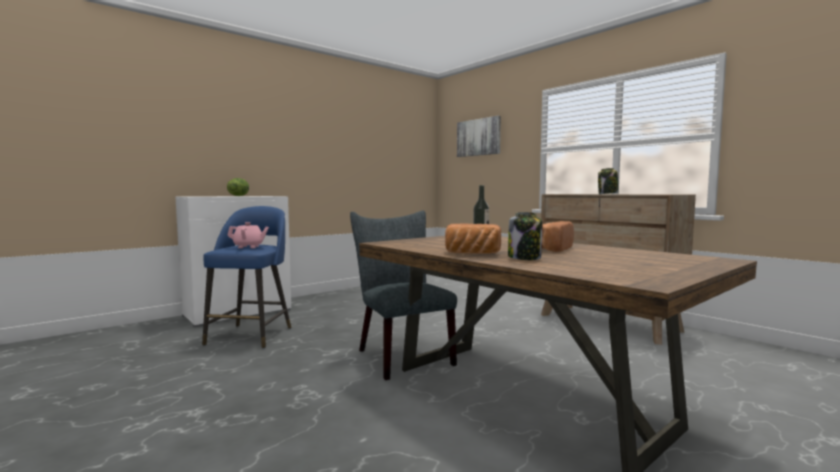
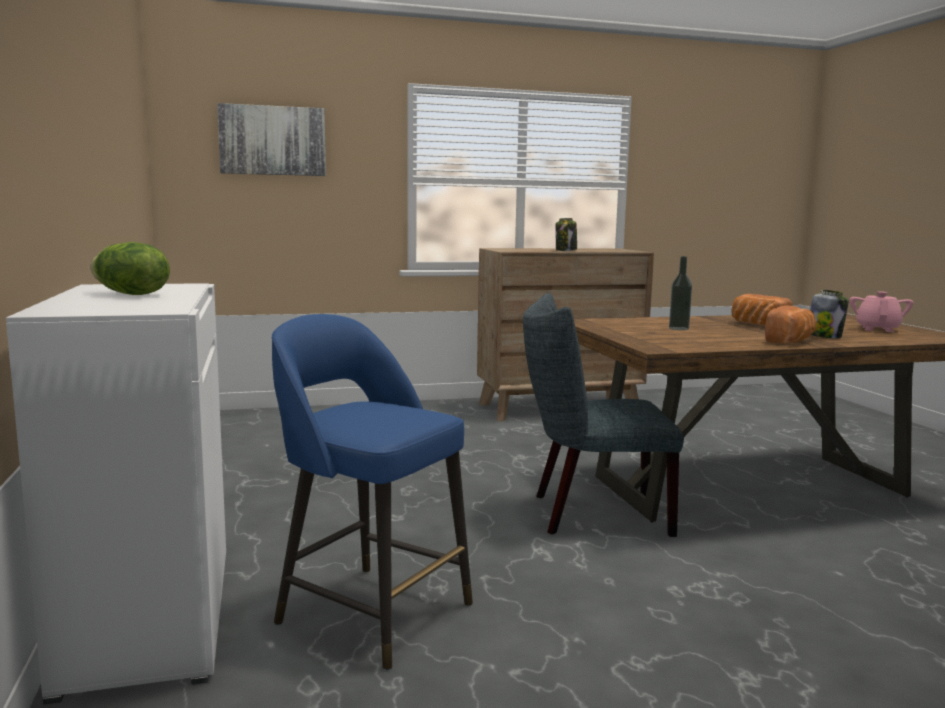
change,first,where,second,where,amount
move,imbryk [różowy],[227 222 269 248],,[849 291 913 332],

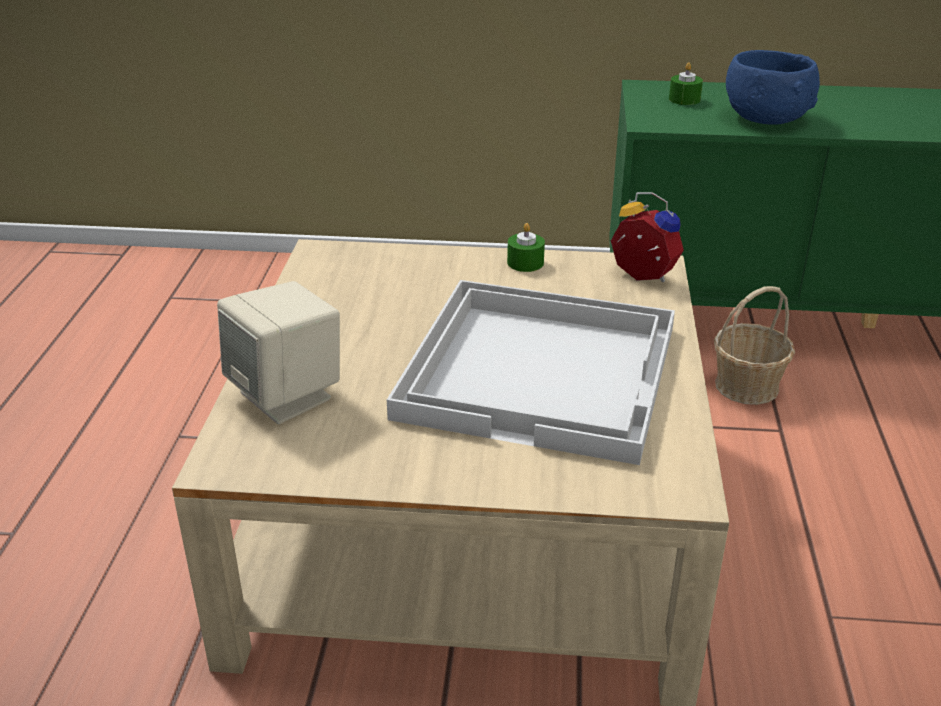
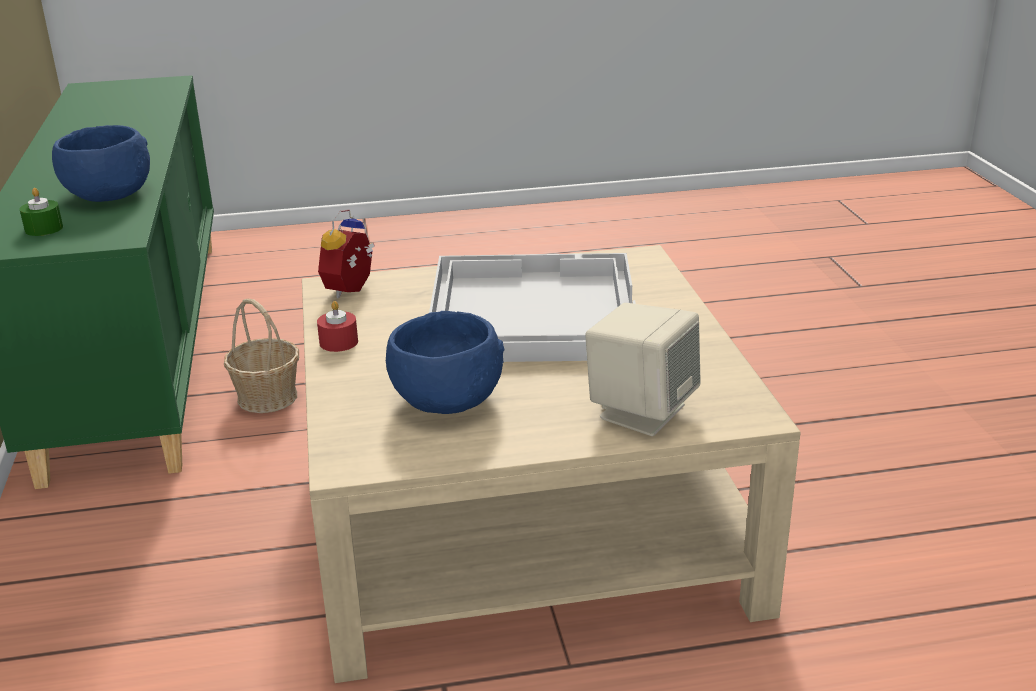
change,first,where,second,where,amount
recolor,świeca [zielony],[507 223 545 272],świeca [czerwony],[317 301 358 352],
insert,,,miska [niebieski],[386 311 505 414],

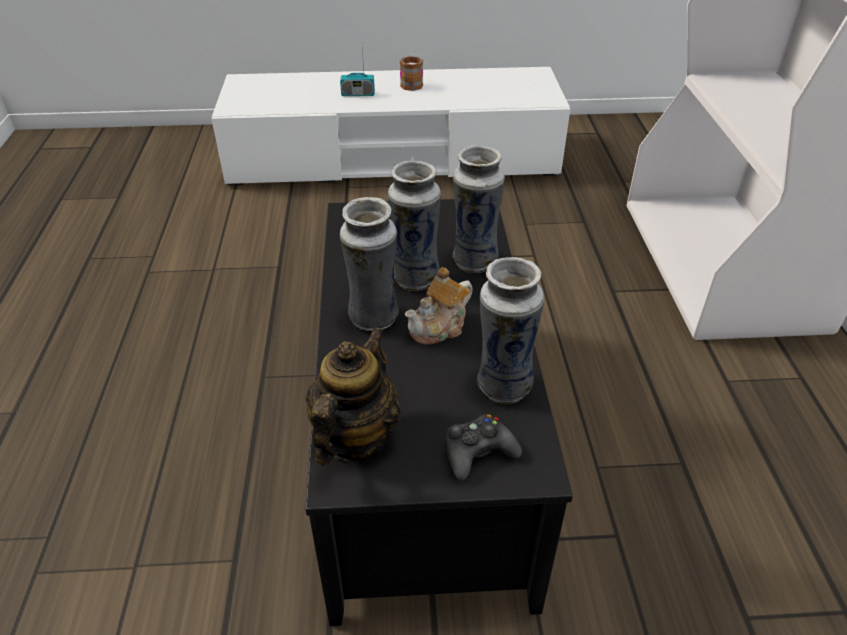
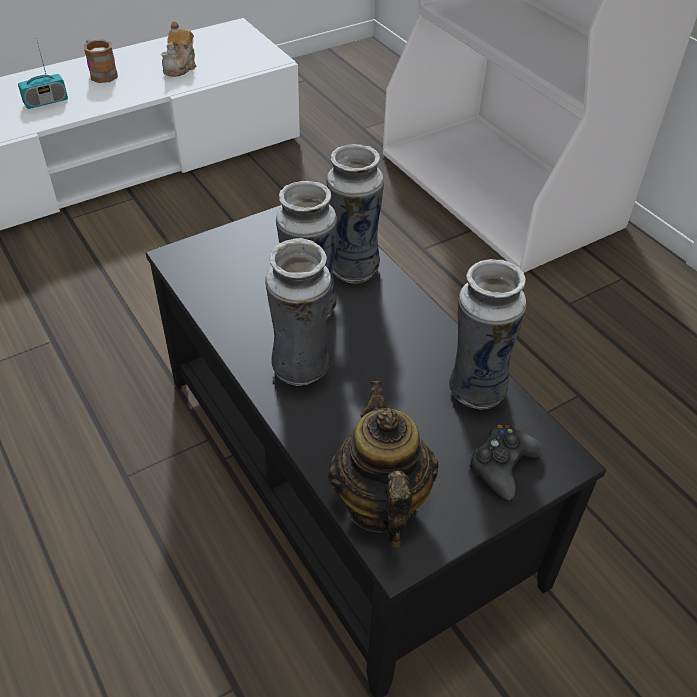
change,first,where,second,where,amount
move,imbryk,[405 267 473 345],,[161 21 197 77],

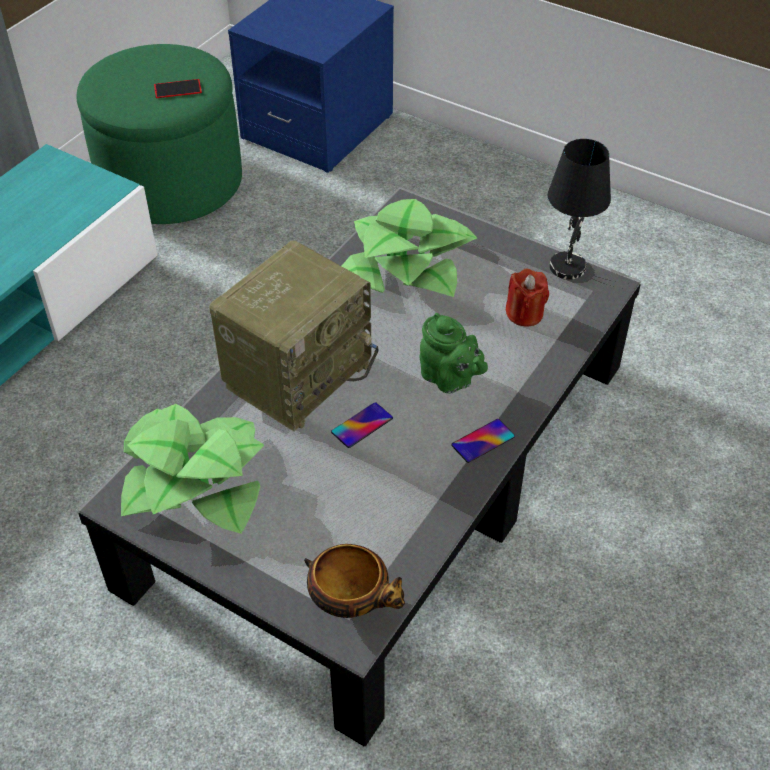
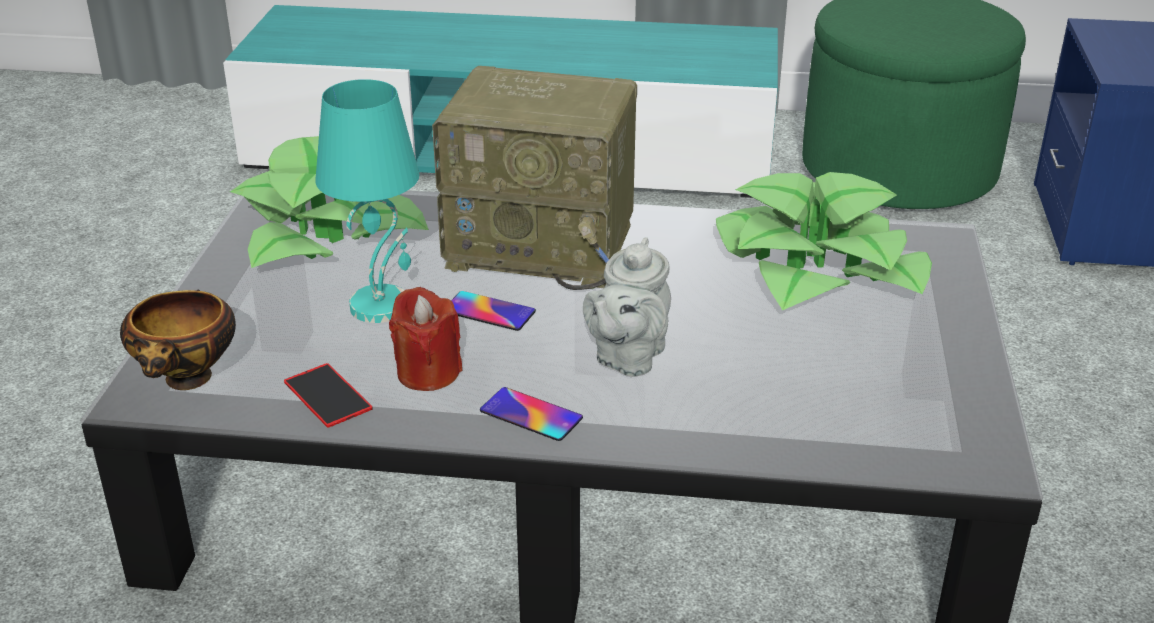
change,first,where,second,where,amount
move,telefon,[154 79 202 98],,[284 363 372 428],
insert,,,lampa stołowa [turkusowy],[315 79 420 323],
move,świeca [czerwony],[506 268 549 326],,[389 287 462 391],
recolor,imbryk [zielony],[419 313 488 394],imbryk [szary],[583 237 671 377],
delete,lampa stołowa [czarny],[548 139 611 279],,,

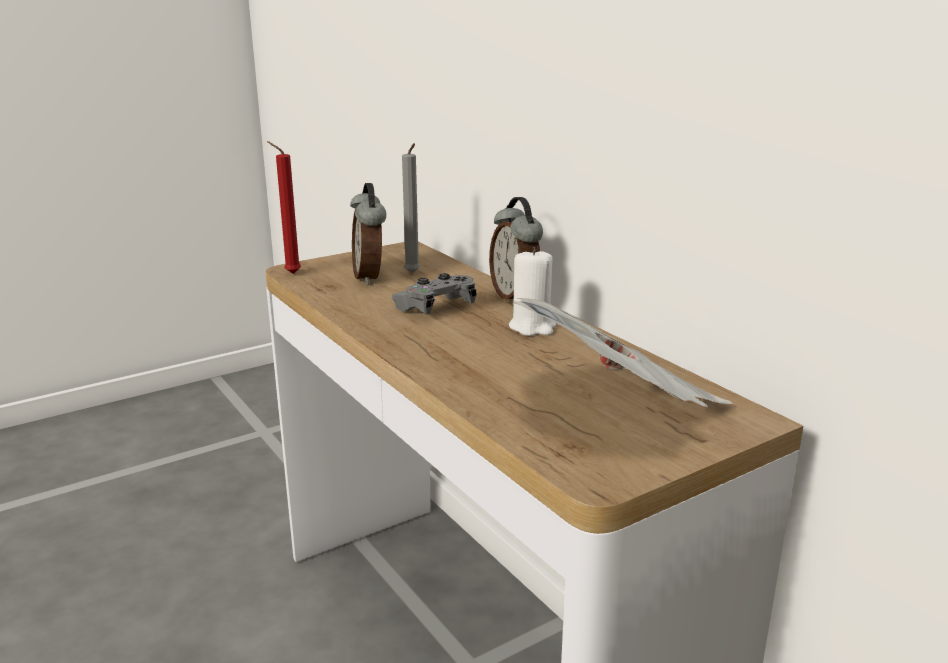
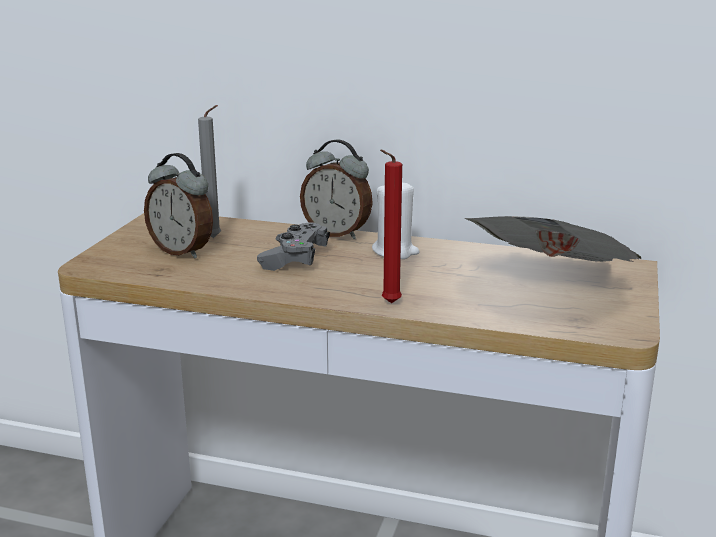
change,first,where,second,where,amount
move,świeca [czerwony],[267 141 301 274],,[380 150 402 303],

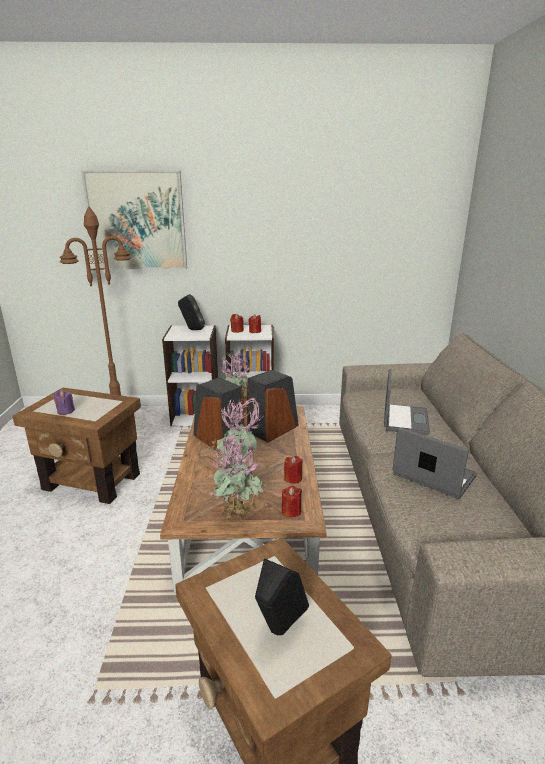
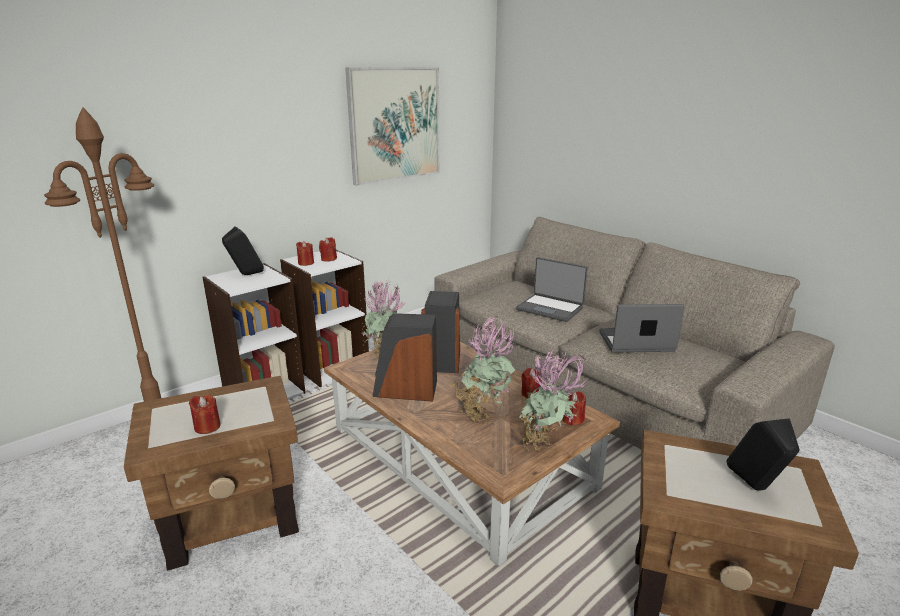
change,first,where,second,where,amount
recolor,świeca [fioletowy],[54 390 75 415],świeca [czerwony],[189 395 221 434],
move,obraz,[81 170 187 269],,[345 67 440 186],
rotate,laptop,[384 369 430 435],,[516 257 588 322],150 degrees clockwise

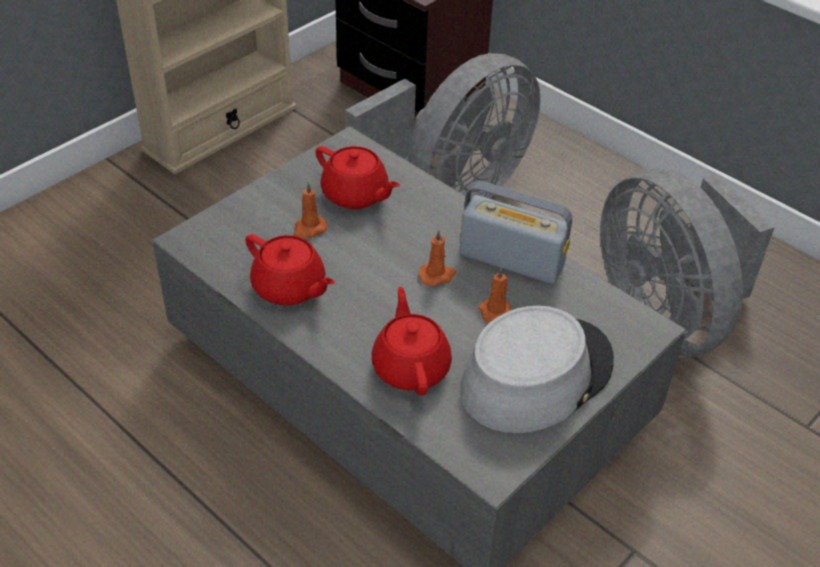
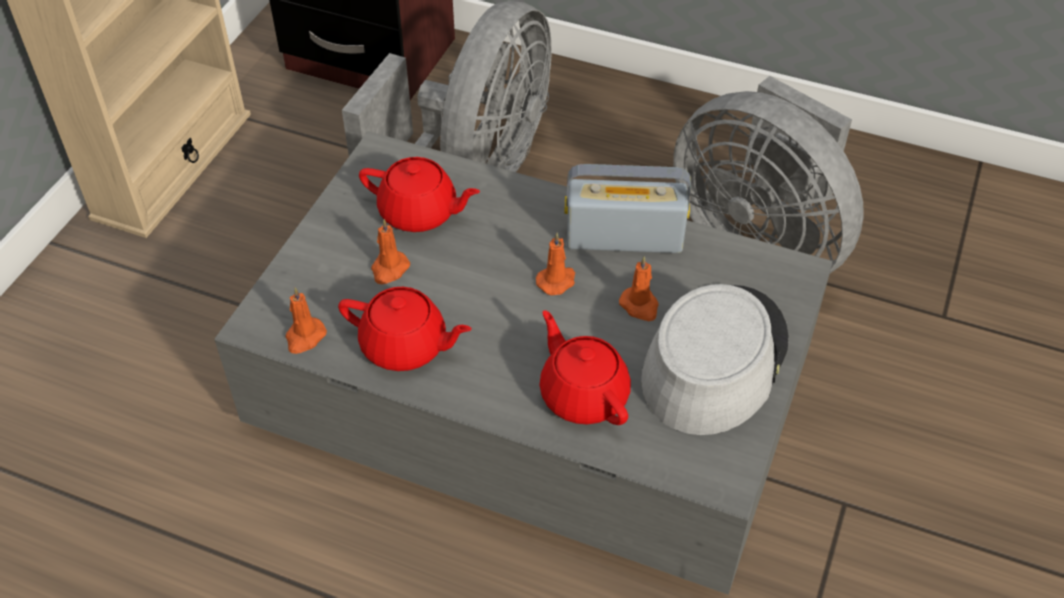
change,first,where,second,where,amount
insert,,,świeca [pomarańczowy],[285 287 327 354],

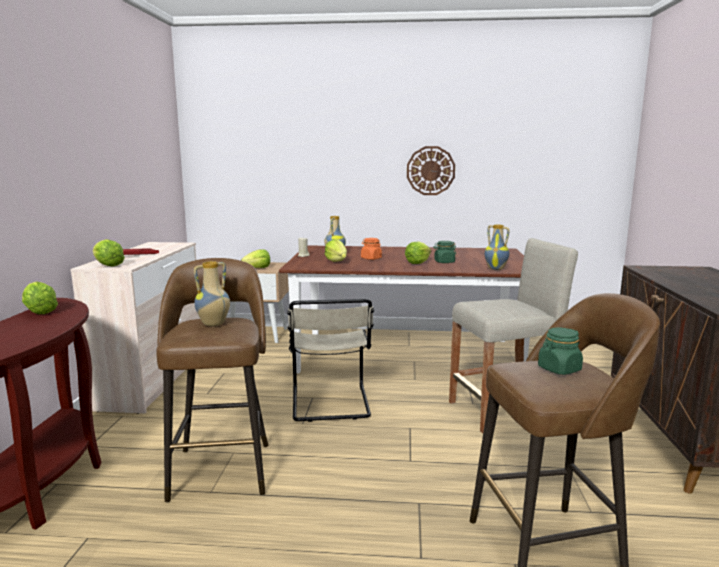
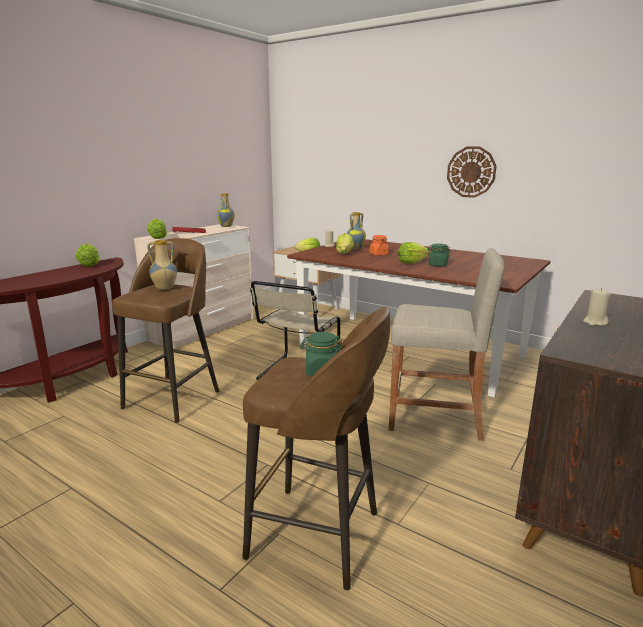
change,first,where,second,where,amount
move,wazon,[485 225 510 270],,[217 193 235 227],
insert,,,świeca [beżowy],[583 288 611 326],

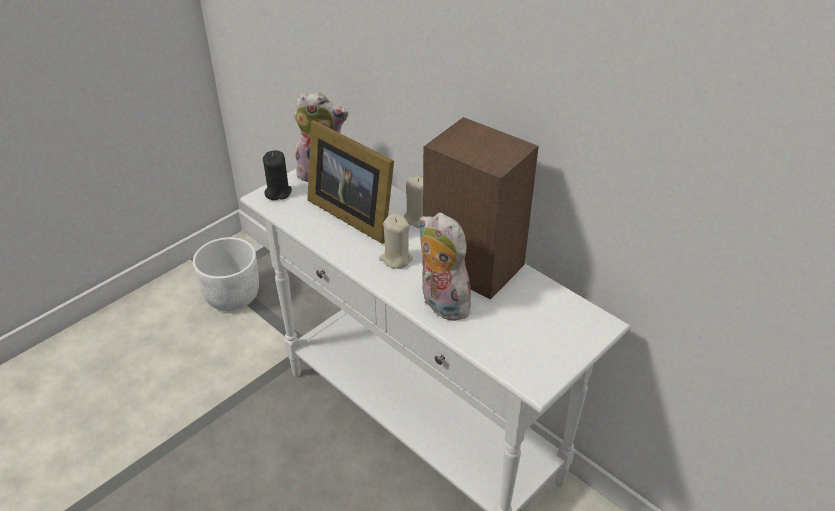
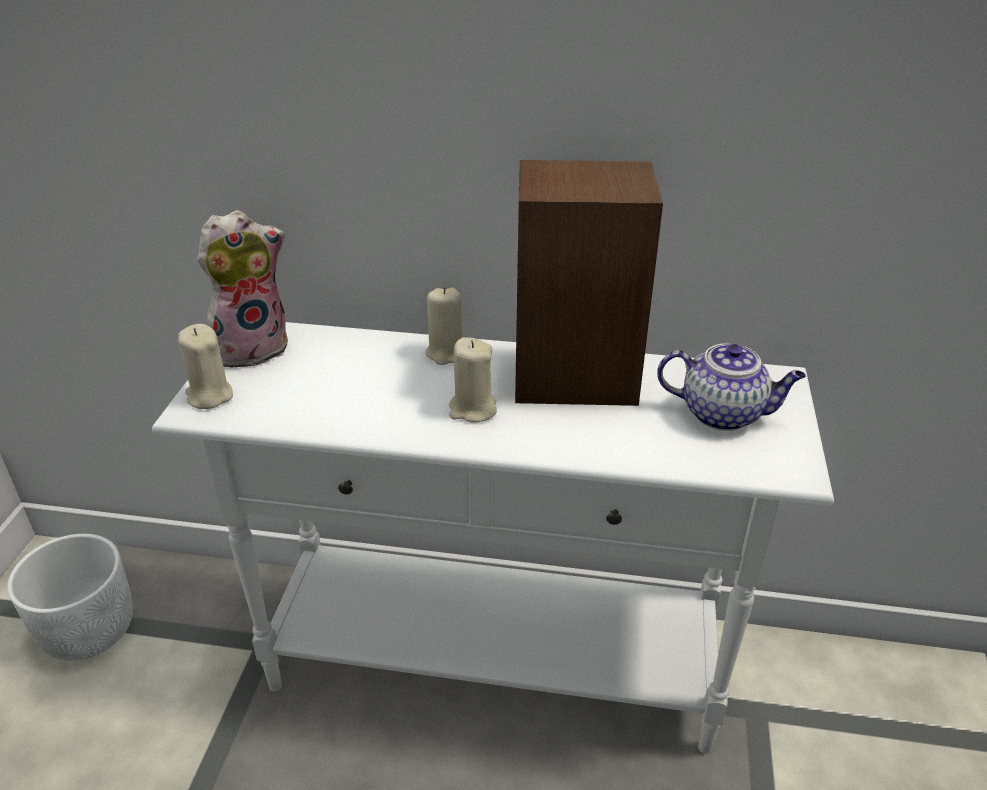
change,first,where,second,where,amount
recolor,świeca [czarny],[263 150 292 200],świeca [beżowy],[178 324 233 409],
insert,,,imbryk,[657 343 806 431],
delete,ramka na zdjęcie,[308 120 394 244],,,
delete,pluszak,[419 213 474 321],,,

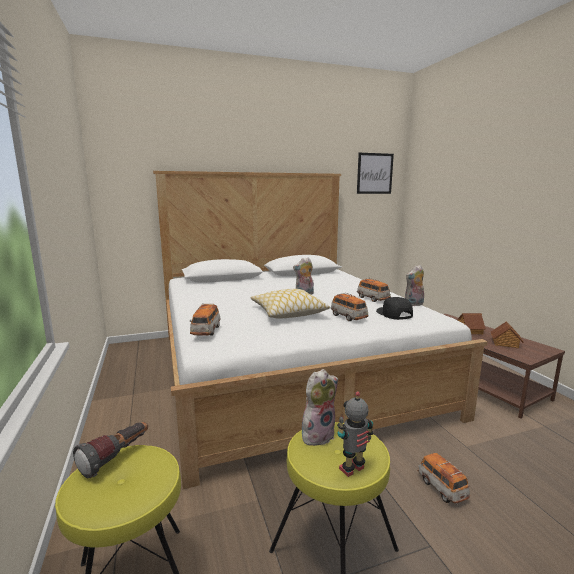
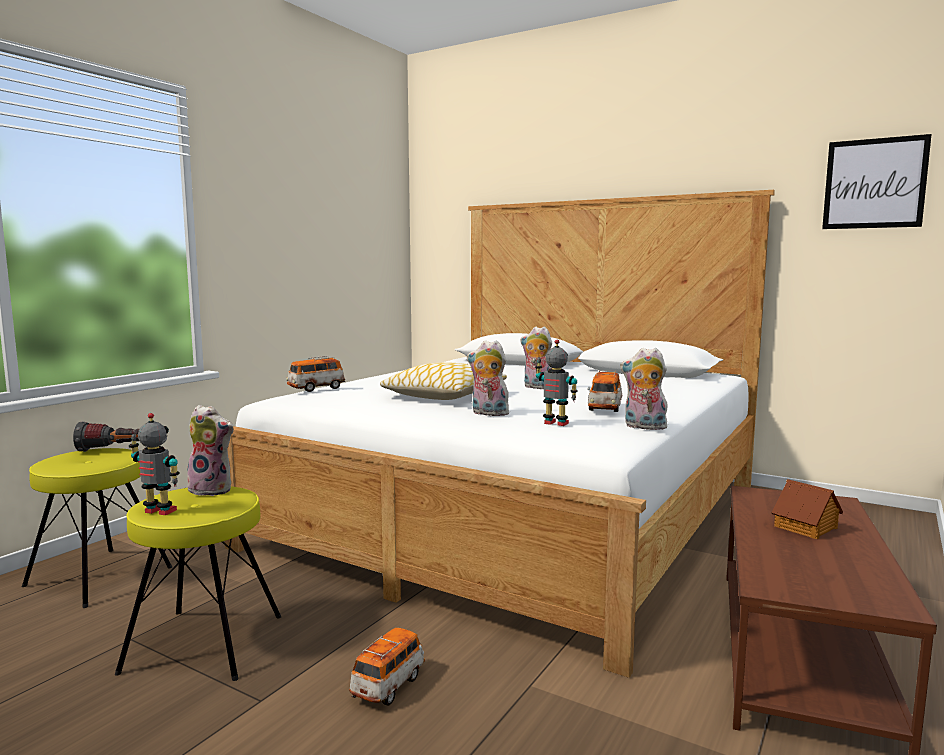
change,first,where,second,where,amount
replace,samochodzik,[331 293 368 321],pluszak,[467 340 509 417],
replace,czapka z daszkiem [czarny],[376 297 413 320],robot zabawkowy,[535 340 578 426],
delete,domek,[491 321 523 348],,,

